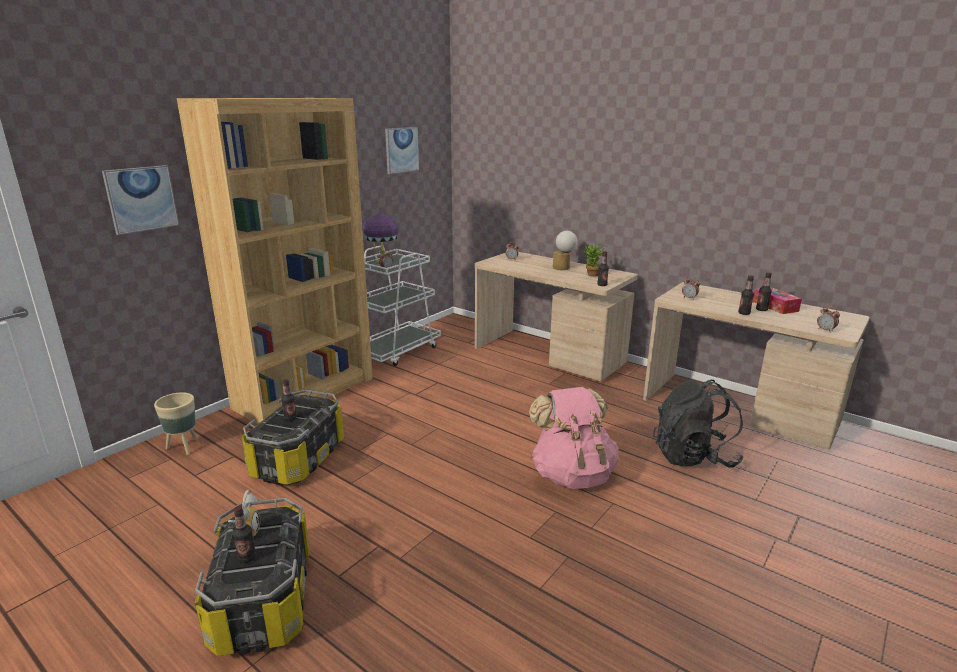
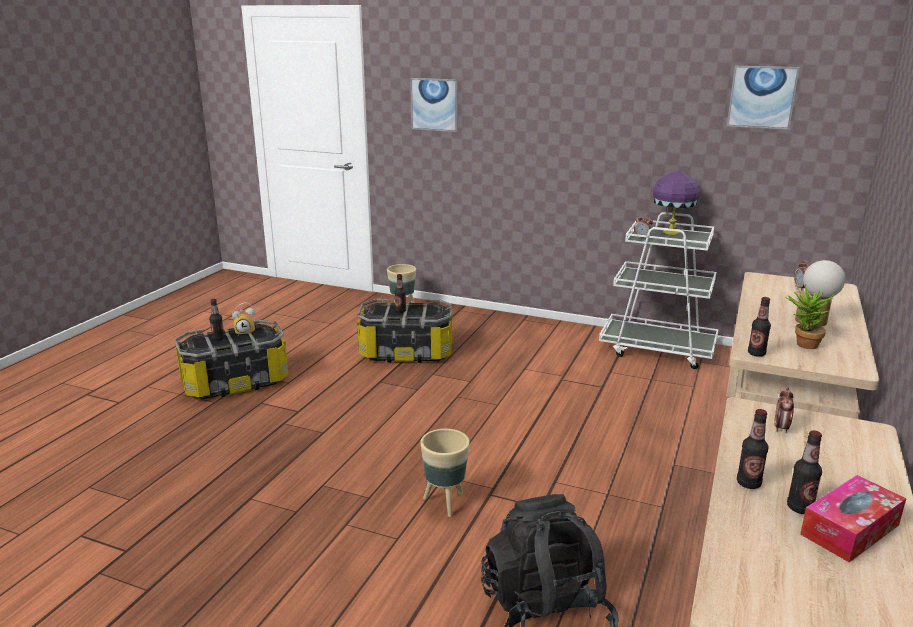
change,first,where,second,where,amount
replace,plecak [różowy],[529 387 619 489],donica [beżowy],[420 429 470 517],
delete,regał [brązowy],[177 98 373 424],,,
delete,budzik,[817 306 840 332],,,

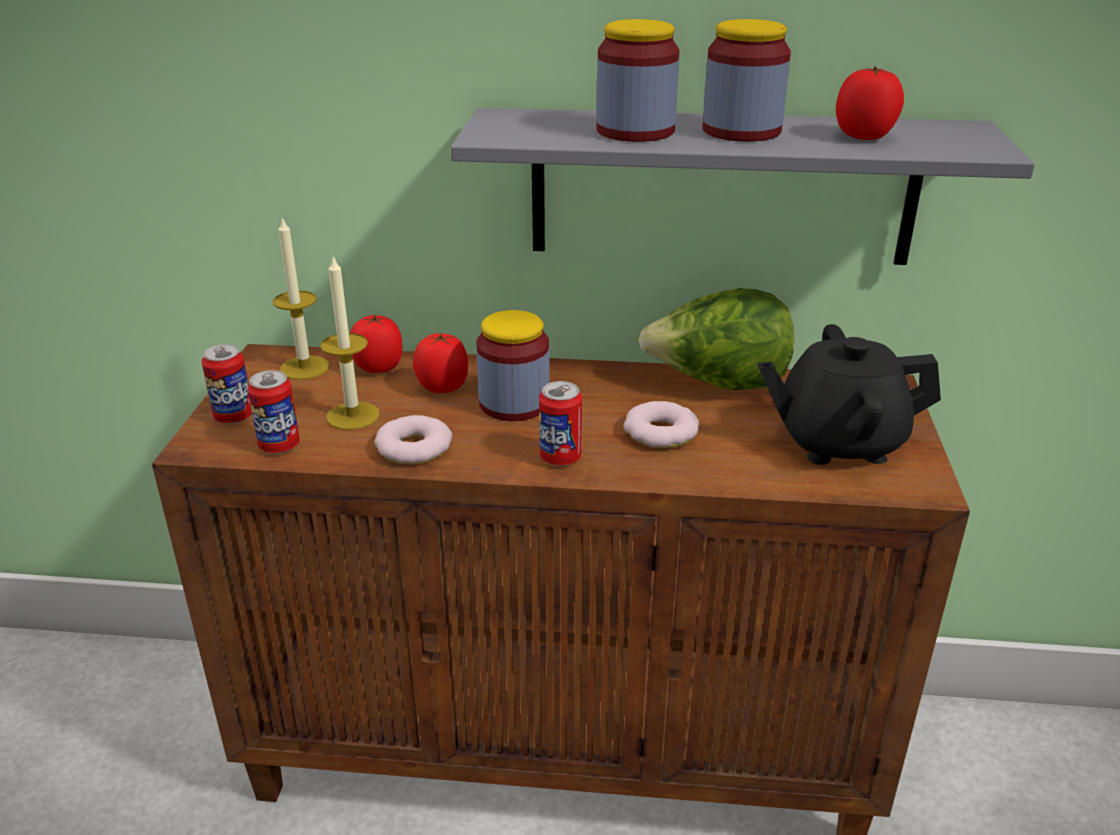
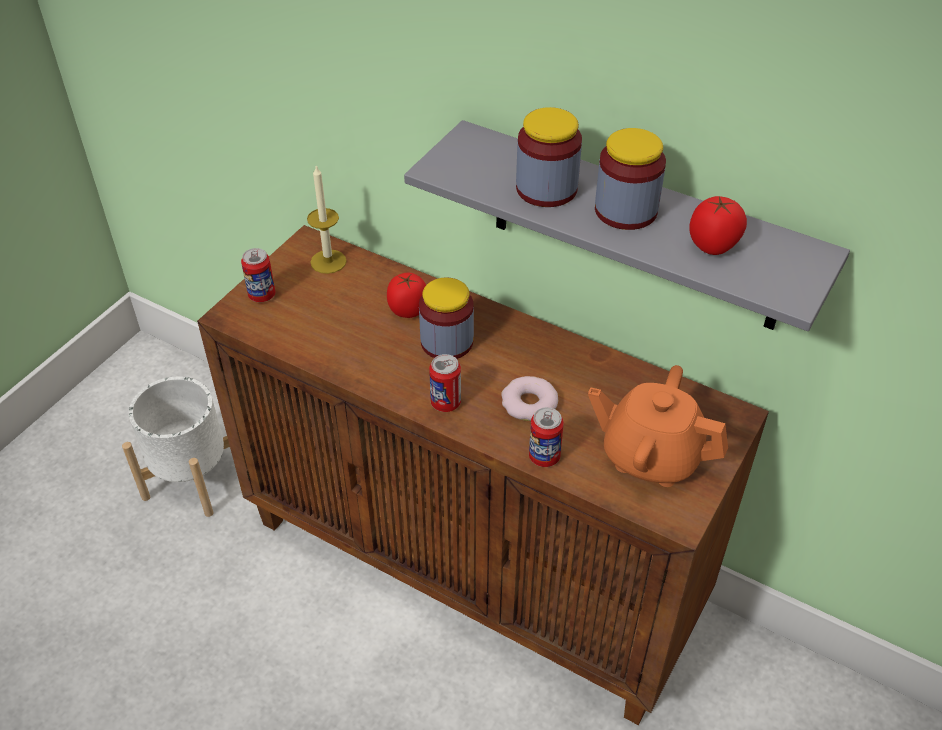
change,first,where,second,where,amount
insert,,,donica [biały],[122 376 230 517],
move,puszka,[247 370 300 454],,[529 407 564 467],
recolor,imbryk [czarny],[758 324 941 465],imbryk [pomarańczowy],[588 365 728 487],
delete,świeca,[320 256 380 430],,,
delete,pomidor,[350 315 402 373],,,
delete,donut,[375 415 452 464],,,
delete,sałata,[639 288 794 390],,,

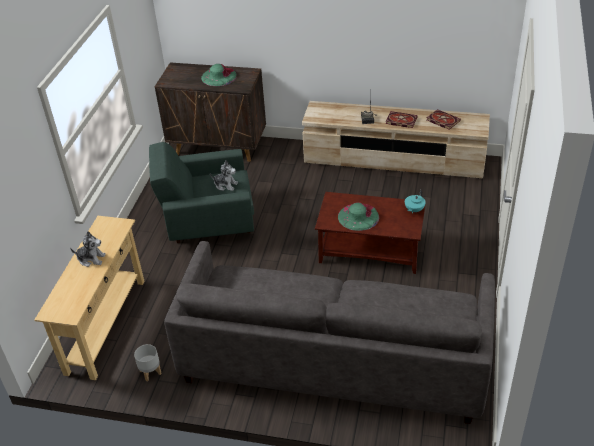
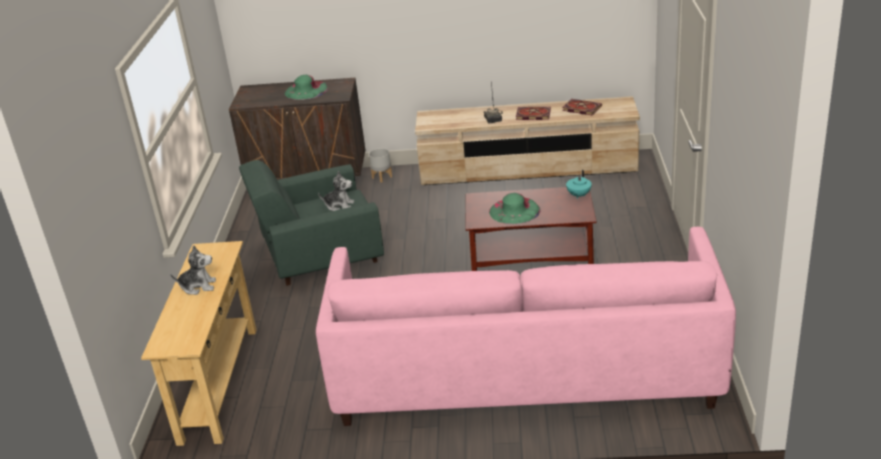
change,first,where,second,where,amount
recolor,kanapa [szary],[164 241 495 424],kanapa [różowy],[316 227 736 426],
move,donica [szary],[134 344 161 381],,[369 148 392 182],

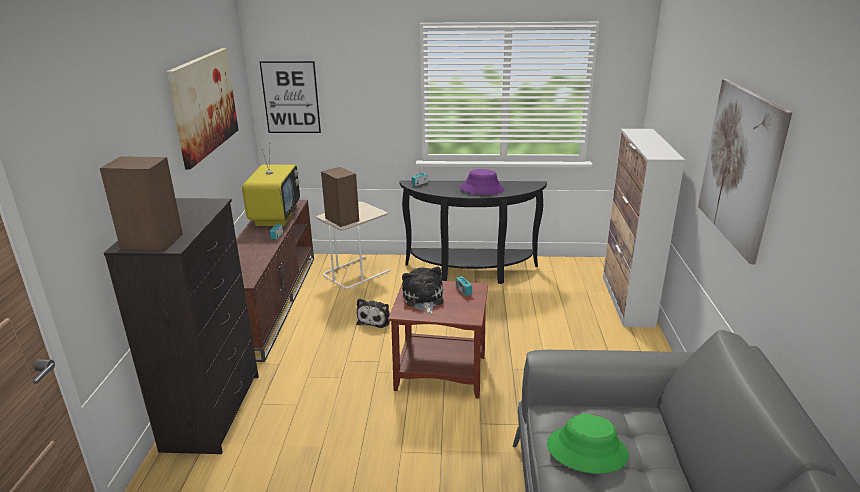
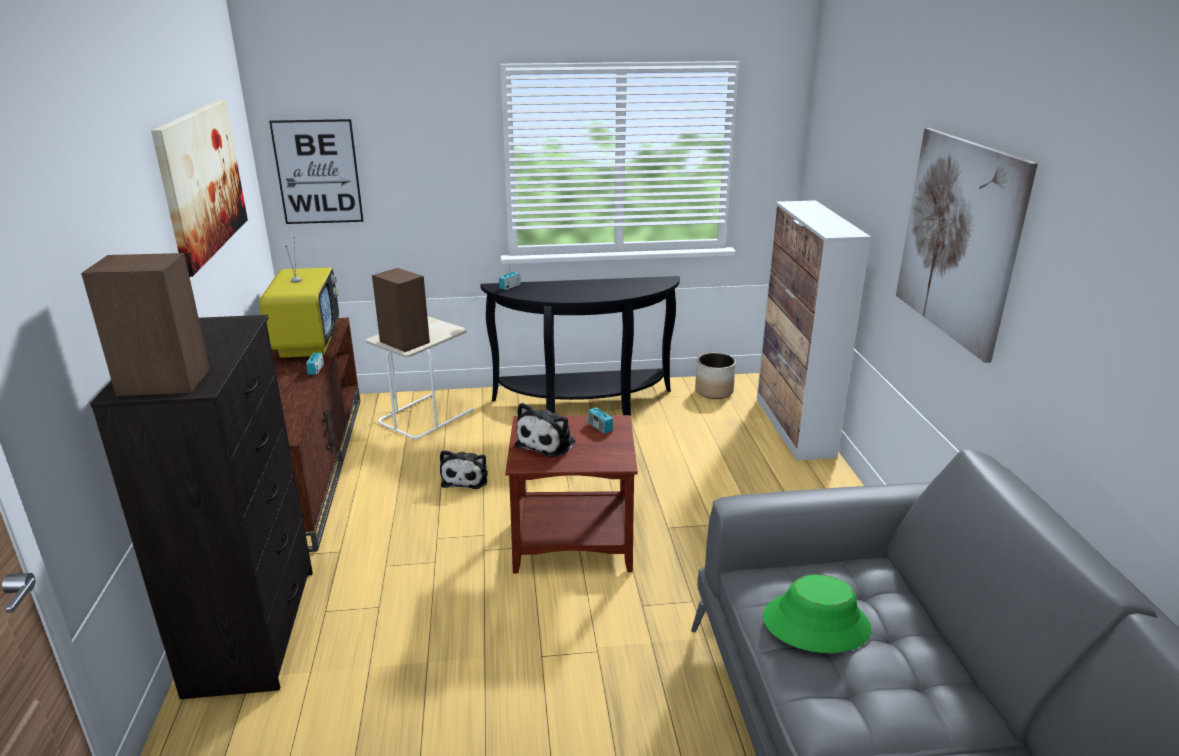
change,first,where,second,where,amount
rotate,pluszak,[402 266 443 315],,[515 403 575 457],135 degrees counterclockwise
insert,,,donica,[695 353 736 399],
delete,kapelusz [fioletowy],[460 169 504 195],,,

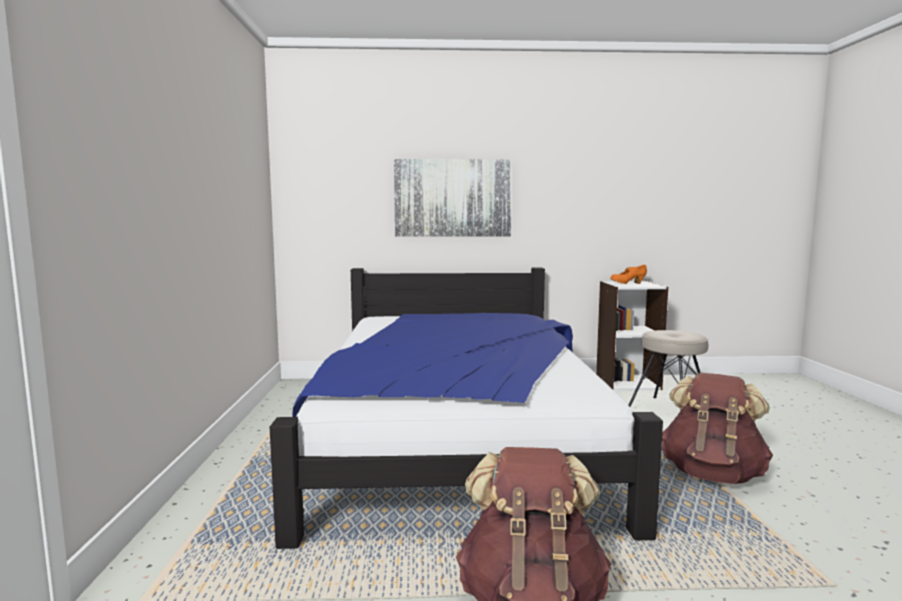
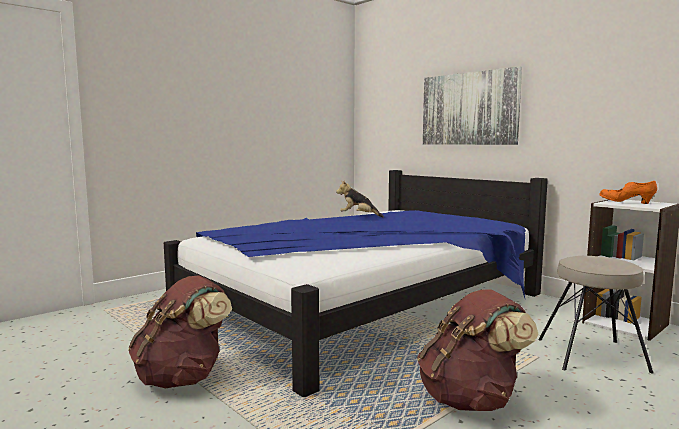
change,first,where,second,where,amount
insert,,,pluszak,[336 180 384 217],

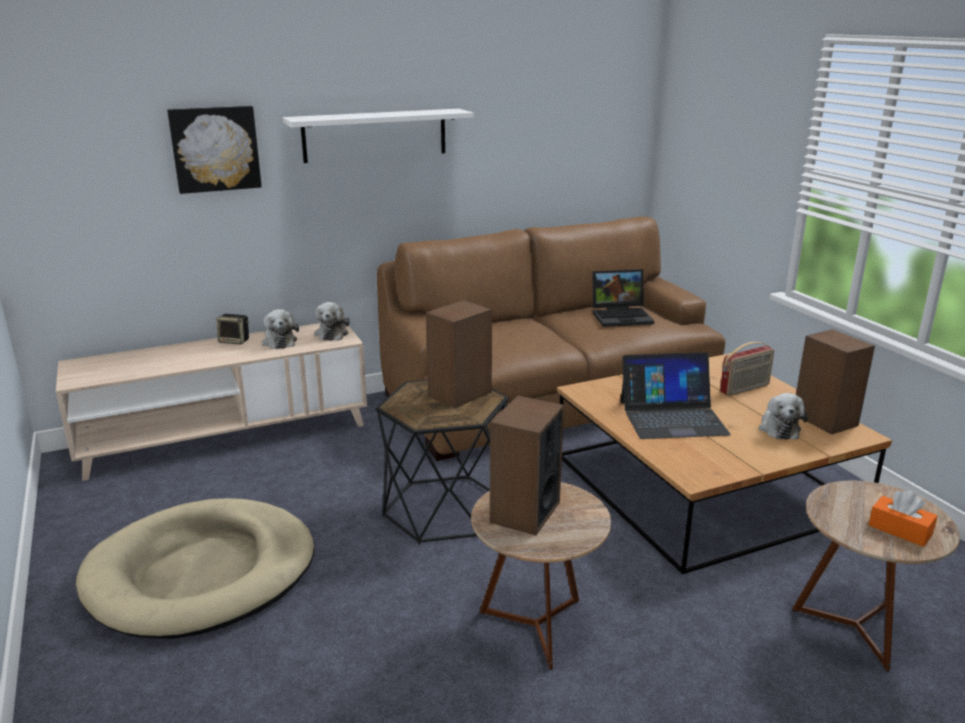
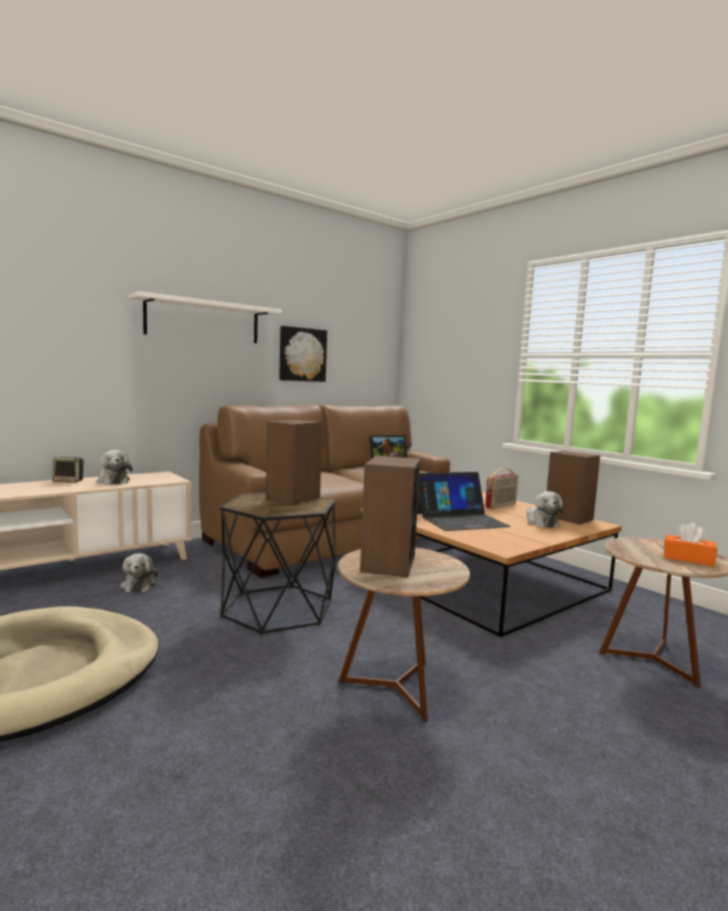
change,first,where,second,where,amount
move,pluszak,[315 302 350 341],,[120 553 159 593],
move,obraz,[167 106 262 194],,[279 326 327 382],

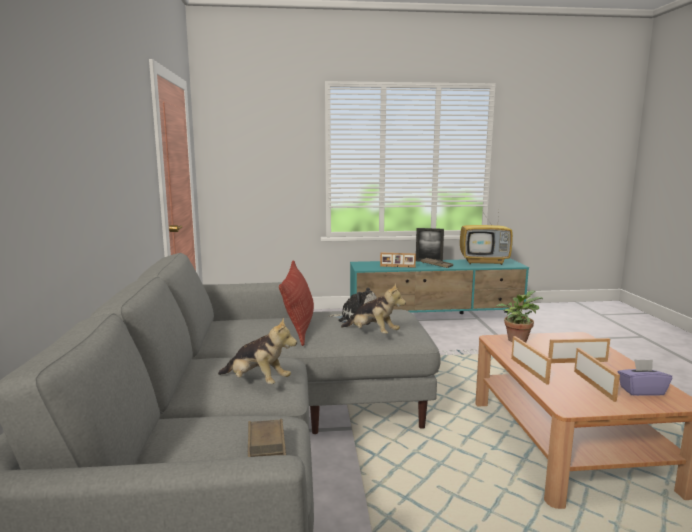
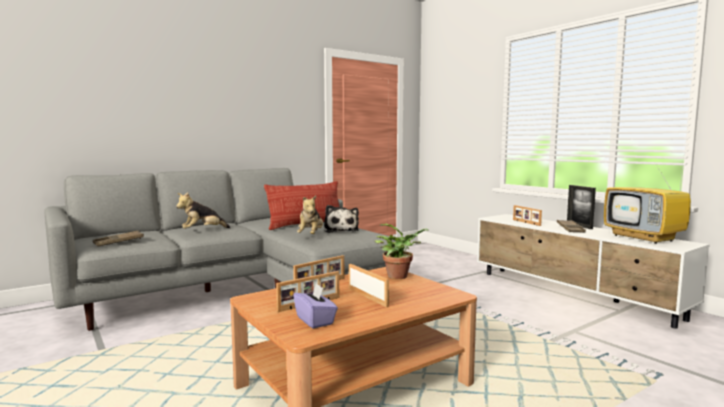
change,first,where,second,where,amount
rotate,pluszak,[218 318 297 385],,[176 192 231 229],60 degrees clockwise
recolor,szafka pod telewizor [turkusowy],[350 259 529 314],szafka pod telewizor [biały],[477 214 710 328],

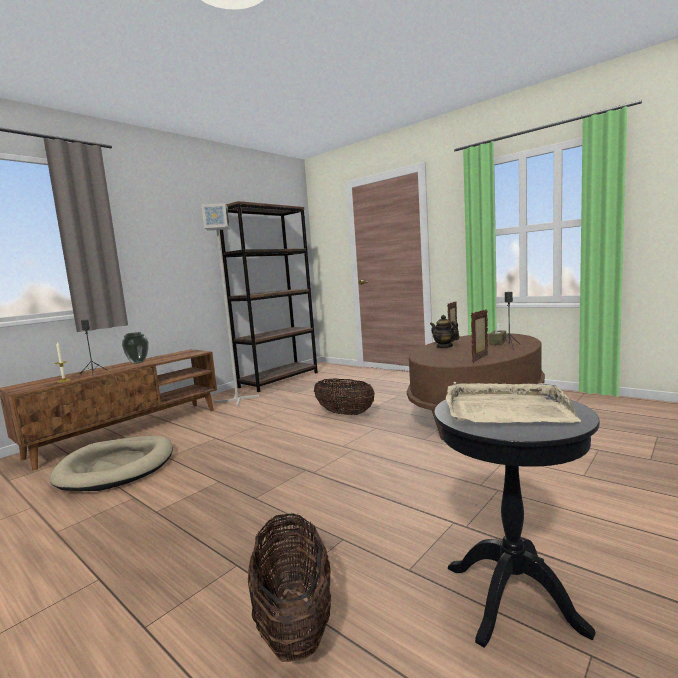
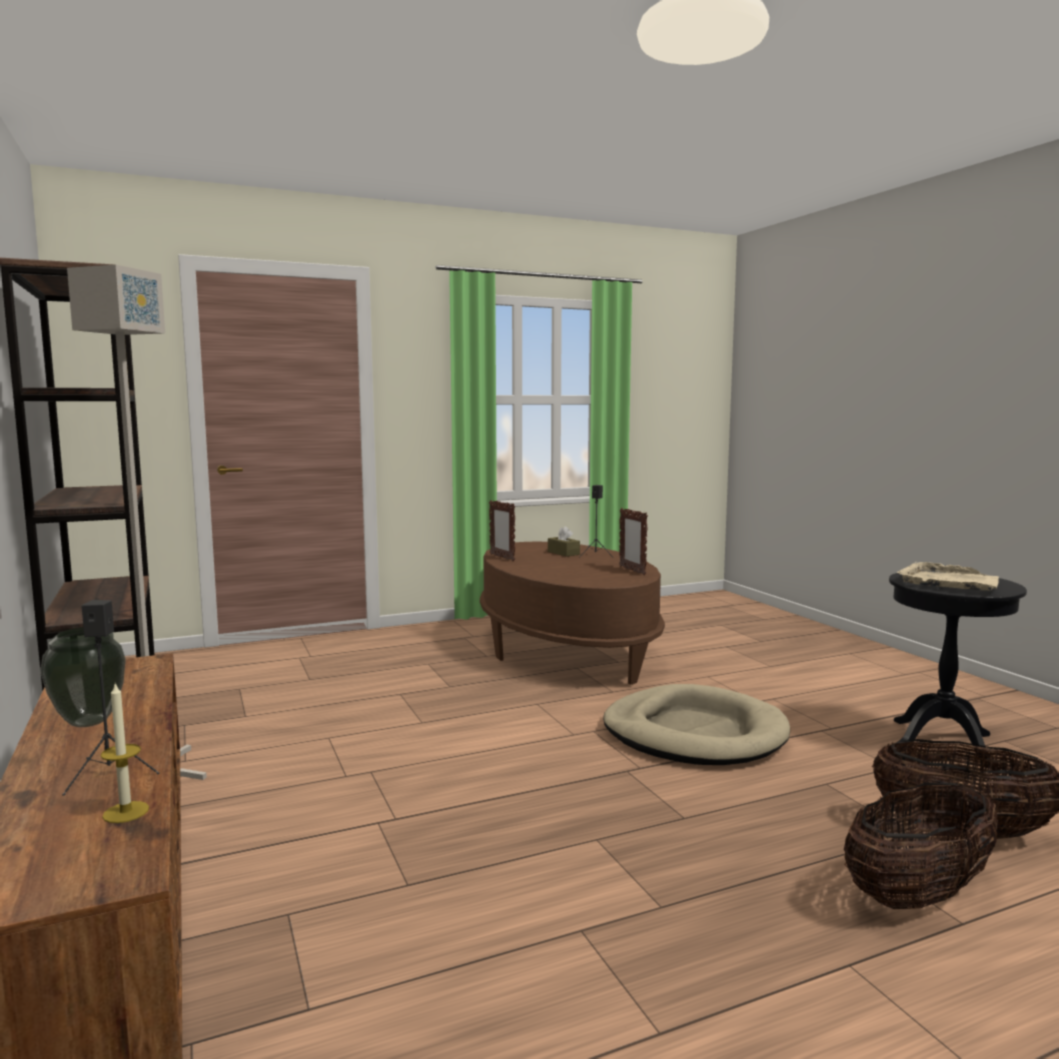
change,first,where,second,where,amount
move,legowisko [beżowy],[50 436 173 491],,[603 684 790 765],
move,koszyk,[314 378 375 415],,[844 783 998 909],
delete,imbryk,[430 315 460 348],,,

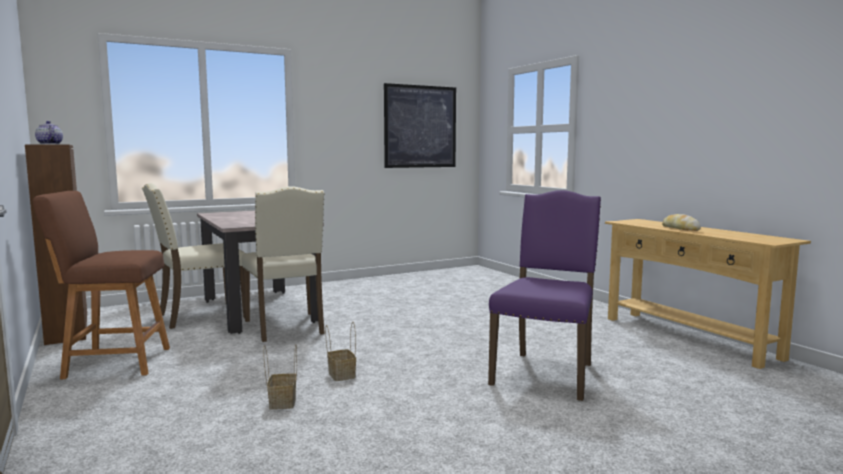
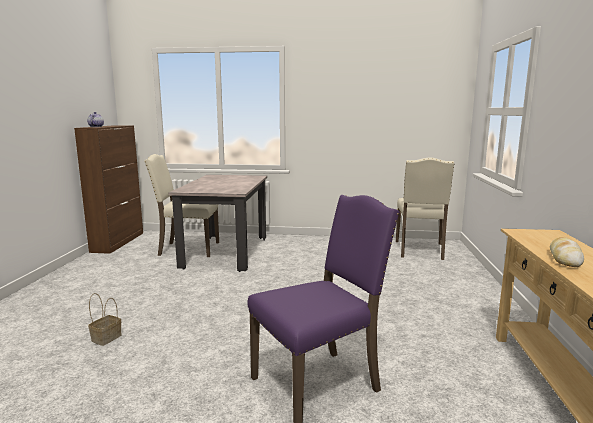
change,first,where,second,where,amount
move,krzesło [beżowy],[242 186 325 342],,[396 158 454 260],
delete,stołek [brązowy],[33 191 170 380],,,
delete,koszyk,[325 322 356 381],,,
delete,obraz,[384 83 456 168],,,

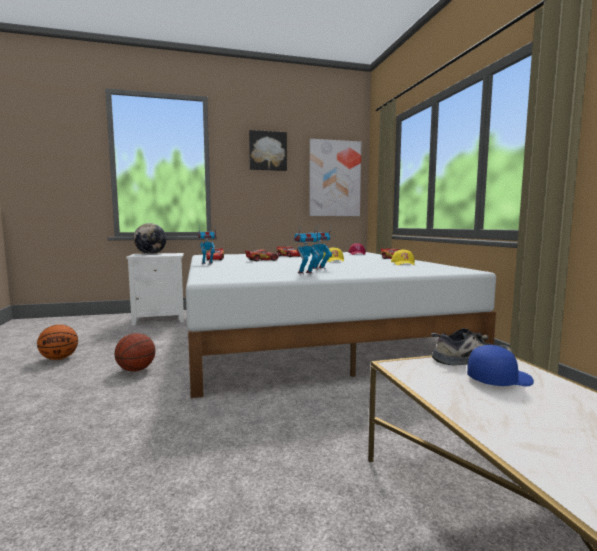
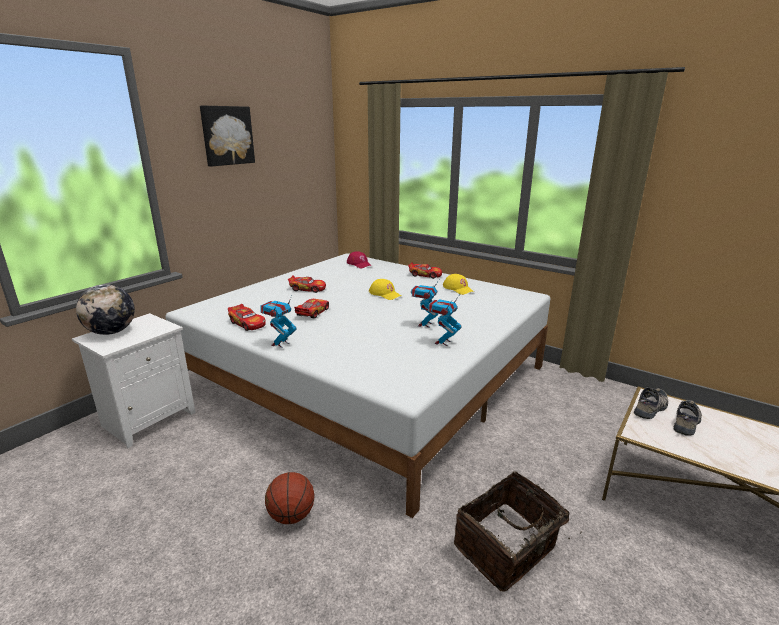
change,first,where,second,where,amount
insert,,,koszyk,[454 471 581 592],
replace,czapka z daszkiem [niebieski],[467 345 534 386],but,[674 400 702 436],
delete,piłka do koszykówki,[37 325 78 360],,,
delete,obraz,[309 139 362 216],,,

